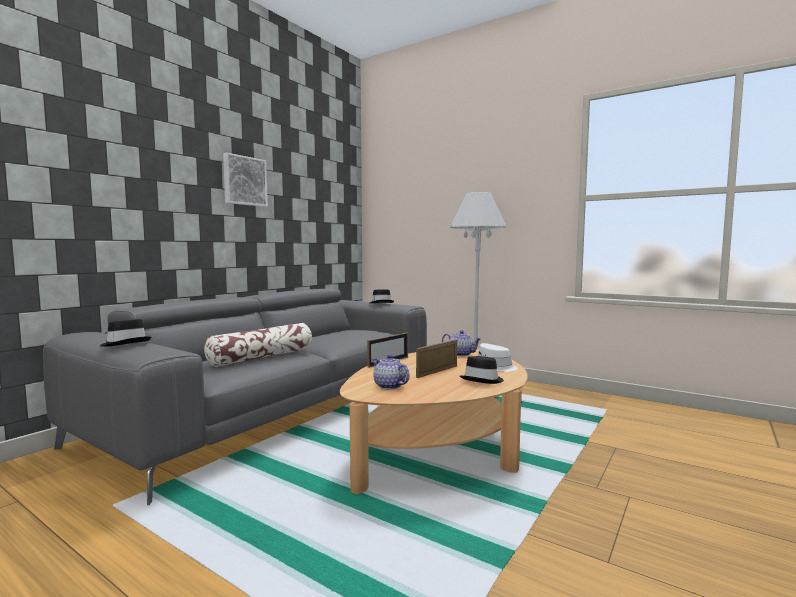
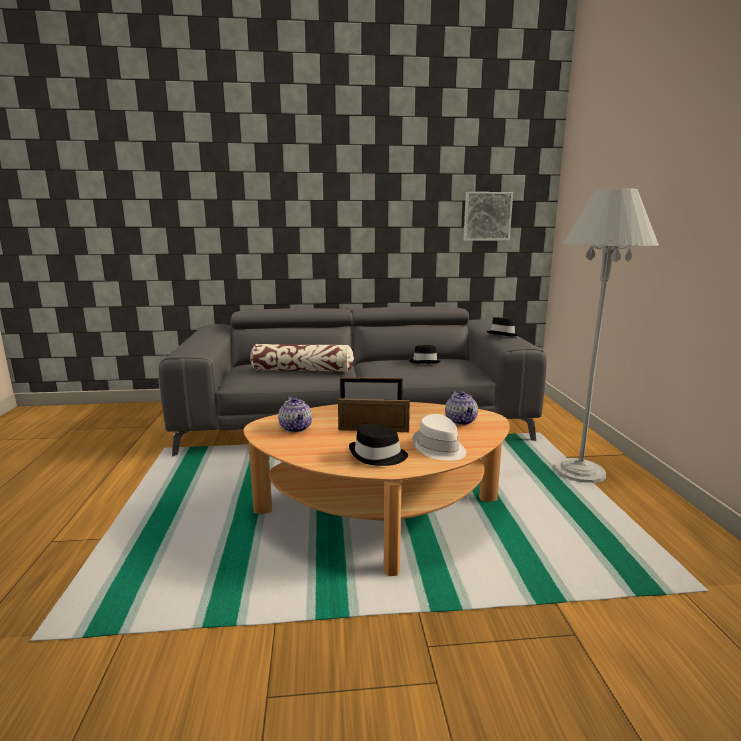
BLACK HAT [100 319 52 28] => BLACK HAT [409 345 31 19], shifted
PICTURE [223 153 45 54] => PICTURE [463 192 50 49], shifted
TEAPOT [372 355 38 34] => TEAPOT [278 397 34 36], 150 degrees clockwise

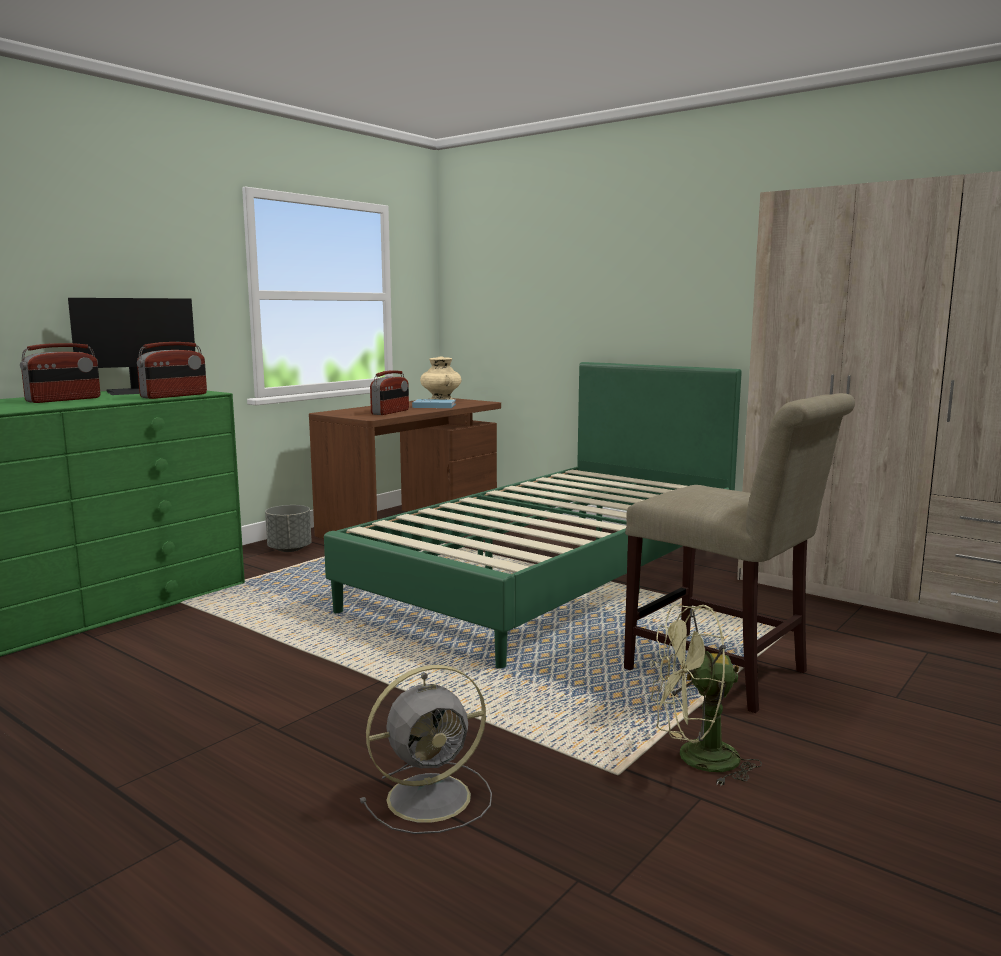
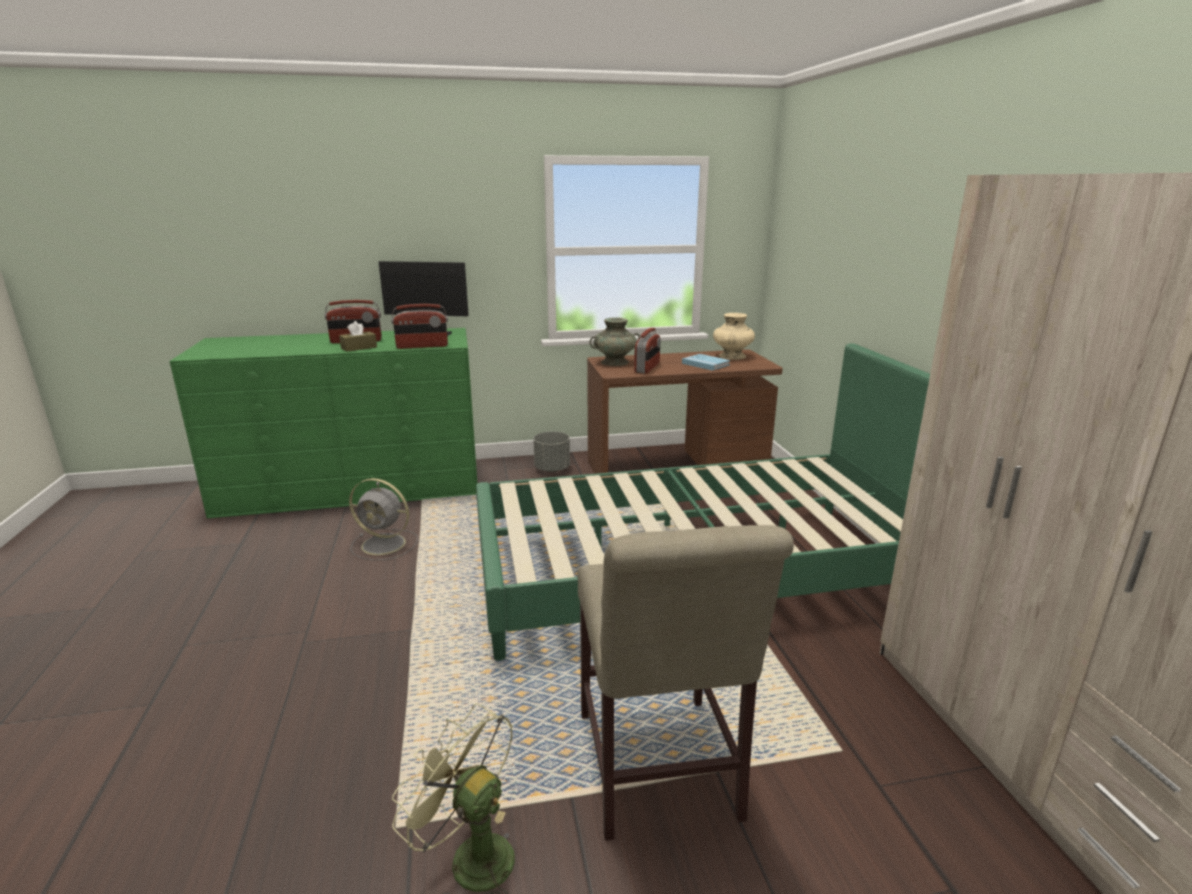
GREY FAN [360 665 132 169] => GREY FAN [349 478 69 82], shifted
RADIO [370 370 39 45] => RADIO [634 328 27 46], 45 degrees counterclockwise
nothing => BROWN TISSUE BOX [339 321 38 31]
nothing => TURQUOISE VASE [590 317 50 49]

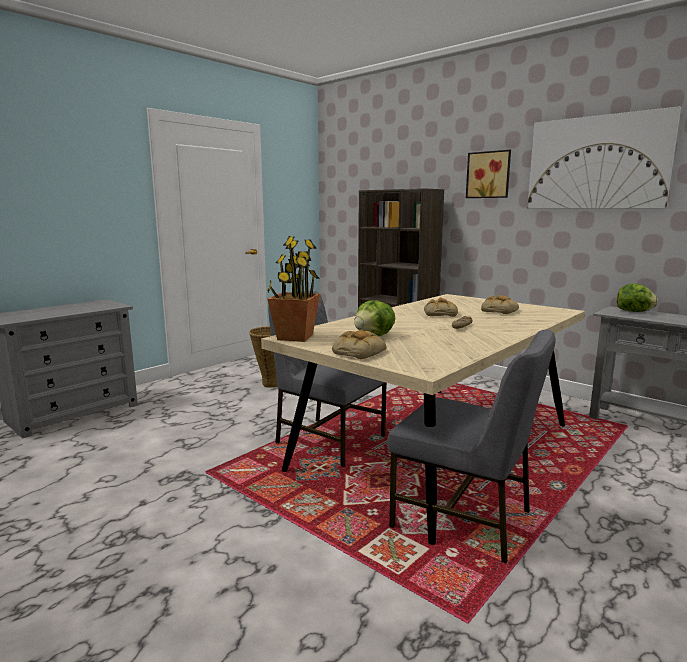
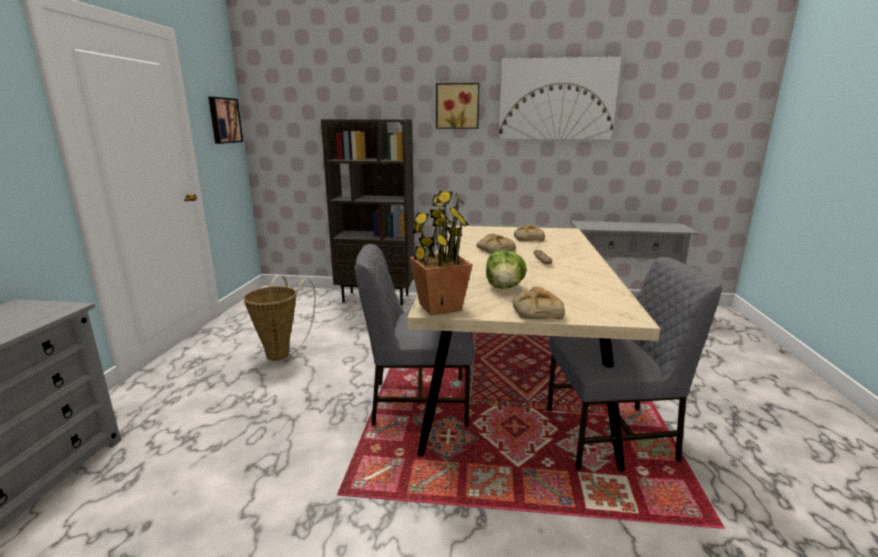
LETTUCE [617 284 41 28] => nothing
nothing => PICTURE [208 97 35 47]

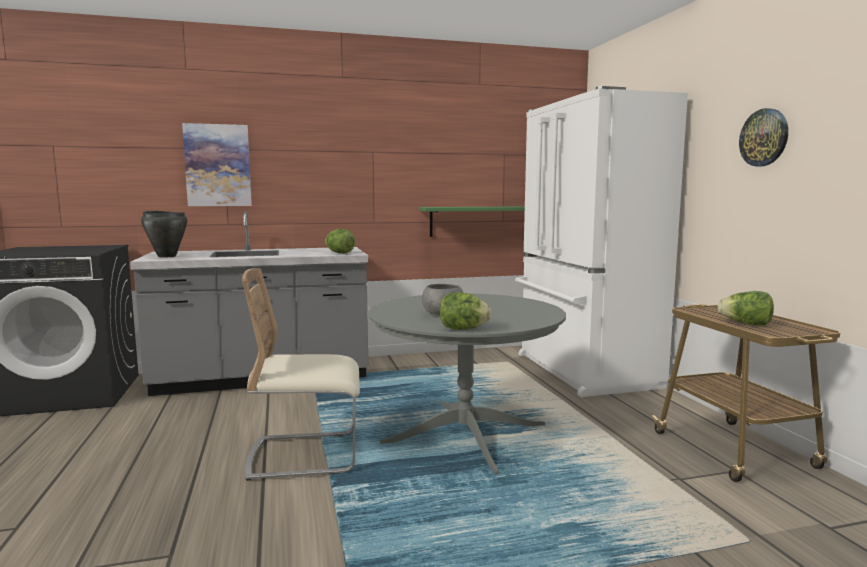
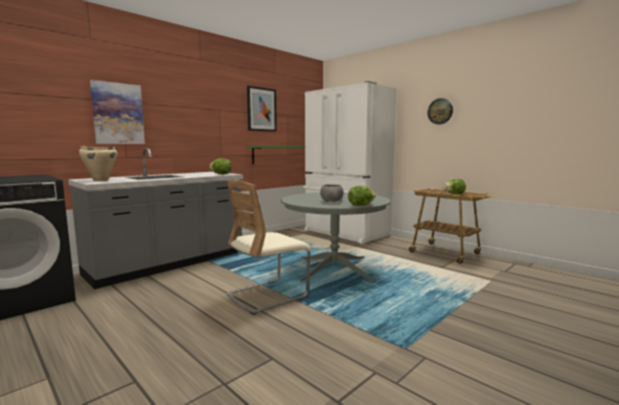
BLACK COOKING POT [141 210 46 47] => BEIGE COOKING POT [79 146 38 36]
nothing => PICTURE [247 86 30 46]

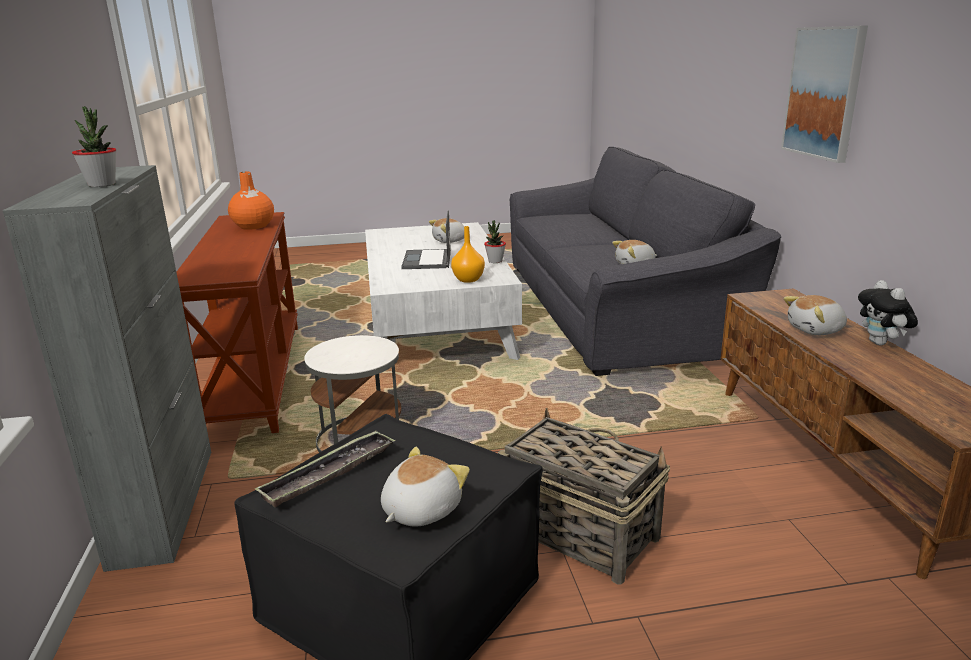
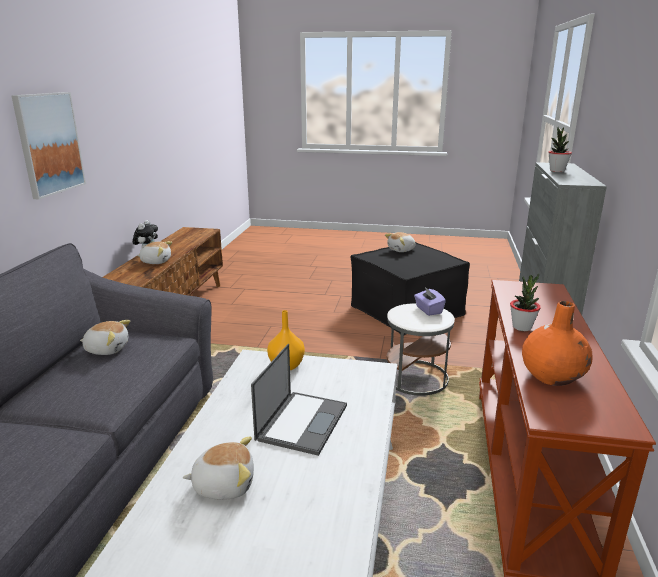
TRAY [255 430 140 77] => nothing
POTTED PLANT [484 220 22 43] => POTTED PLANT [510 273 31 58], shifted
BASKET [498 408 172 176] => nothing
nothing => PURPLE TISSUE BOX [414 287 32 29]

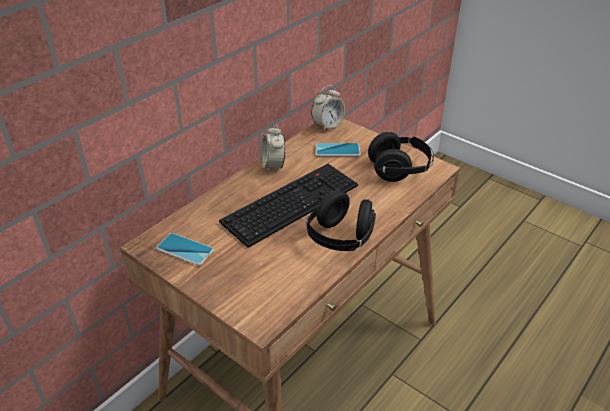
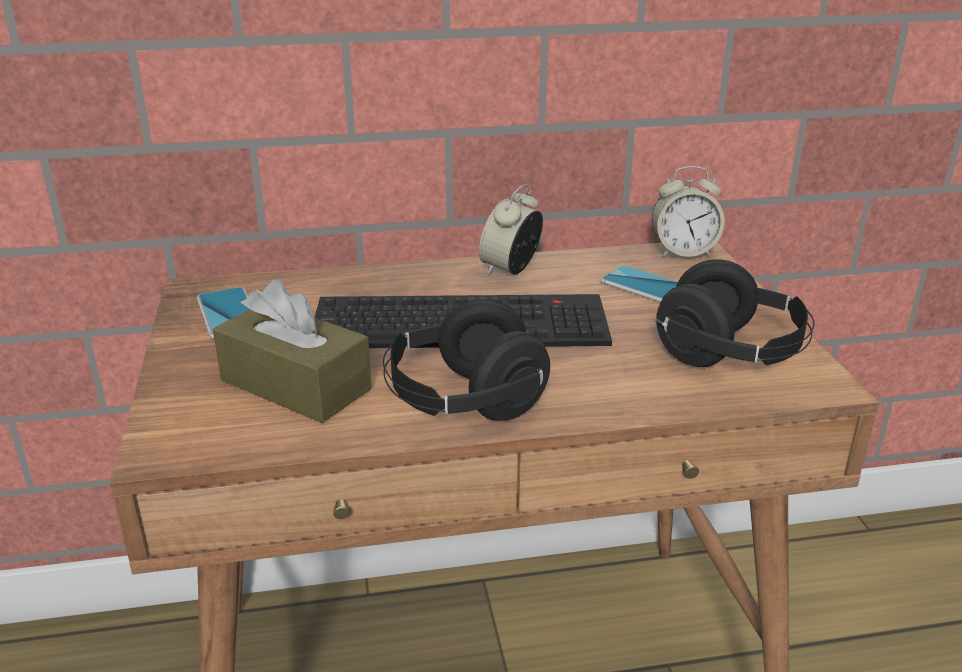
nothing => BROWN TISSUE BOX [213 279 159 144]

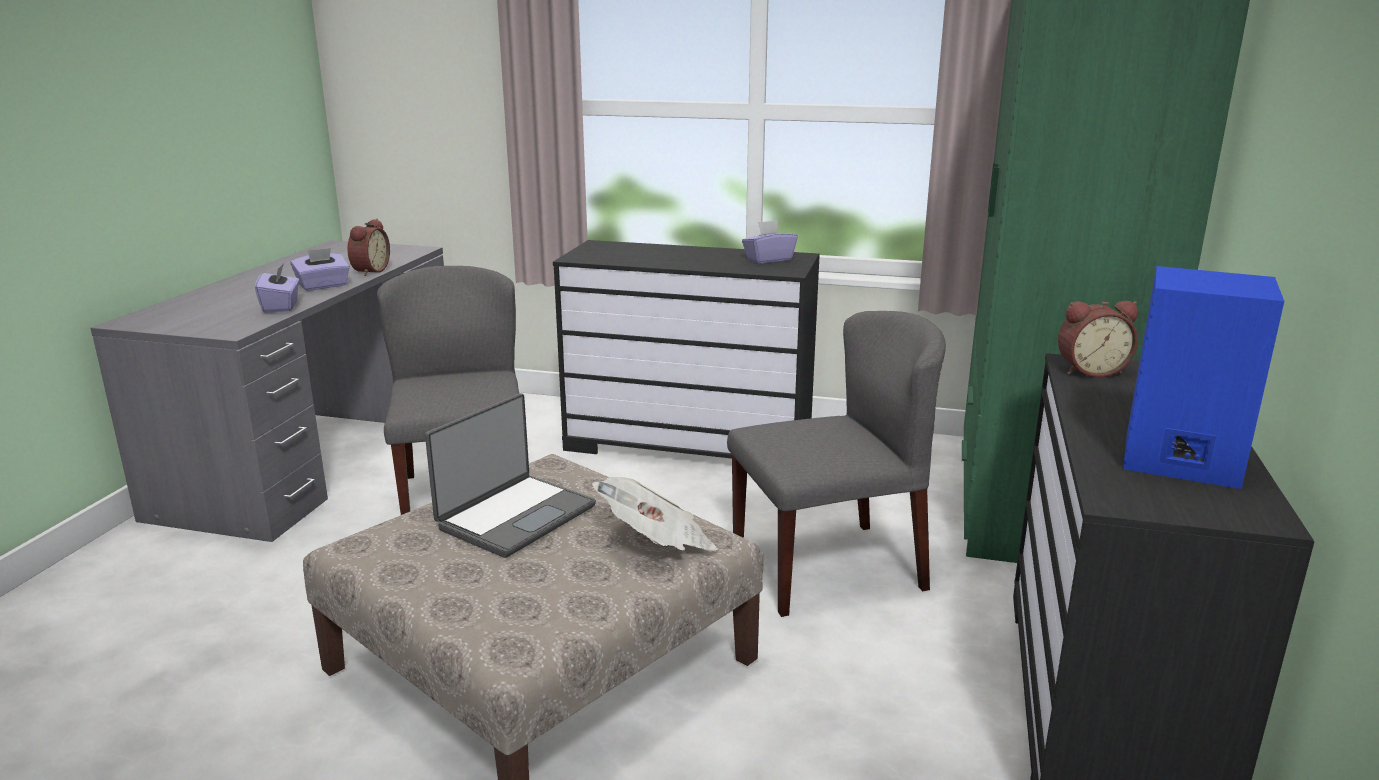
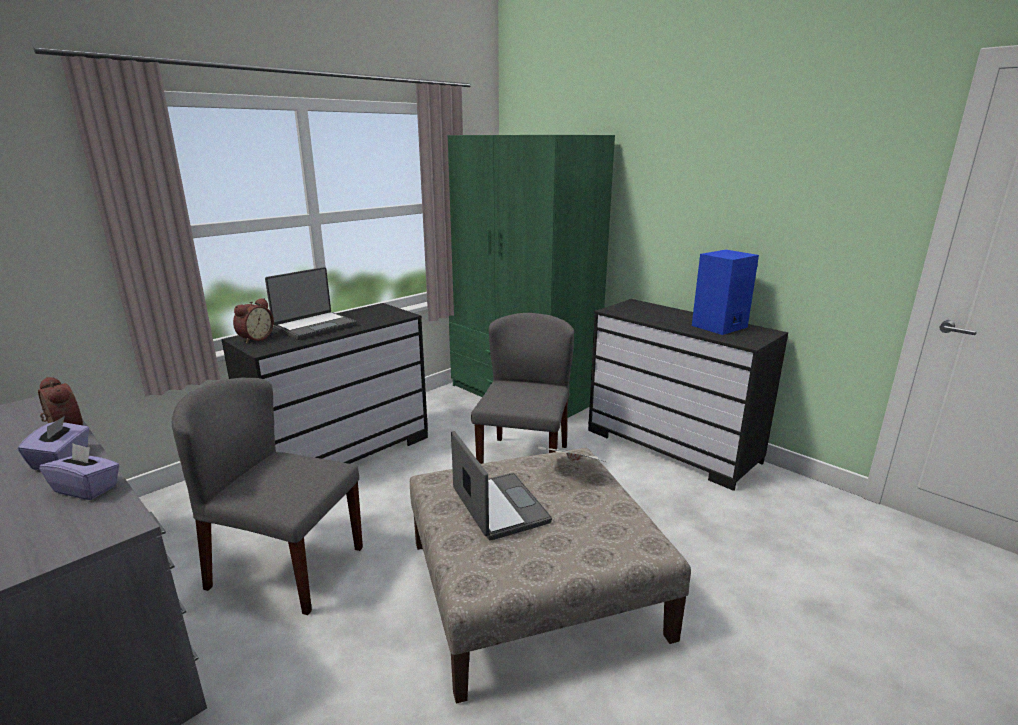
PURPLE TISSUE BOX [742 220 56 43] => nothing
ALARM CLOCK [1058 301 80 77] => ALARM CLOCK [233 298 41 45], shifted
nothing => LAPTOP [265 267 92 73]

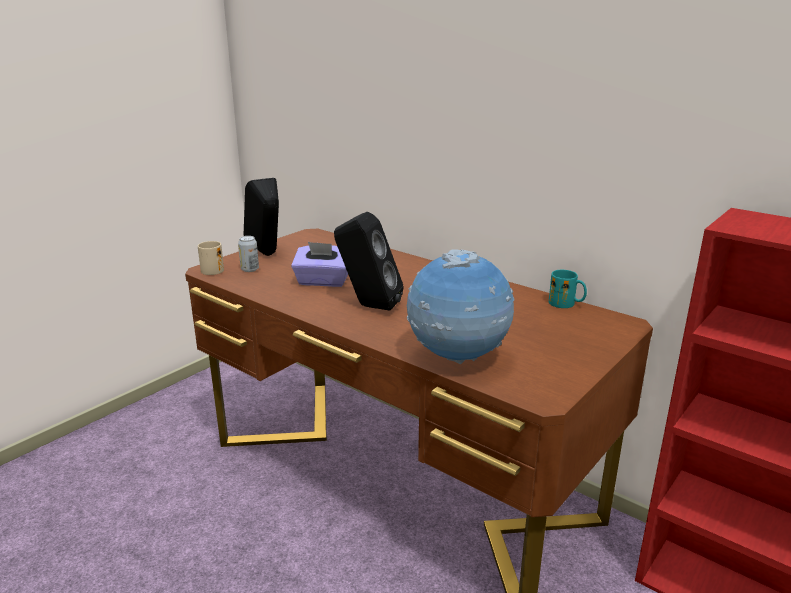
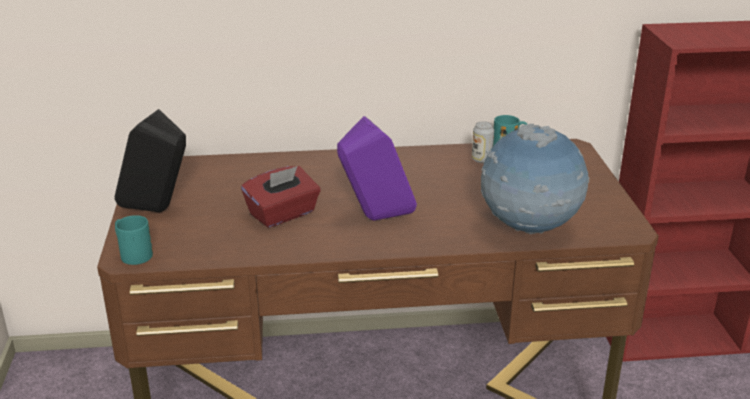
BEIGE MUG [198 241 26 34] => TURQUOISE MUG [115 215 38 50]
CAN [238 236 21 36] => CAN [472 121 22 42], shifted
PURPLE TISSUE BOX [291 242 57 45] => RED TISSUE BOX [241 166 80 62]
BLACK SPEAKER [334 212 69 99] => PURPLE SPEAKER [337 116 80 105]

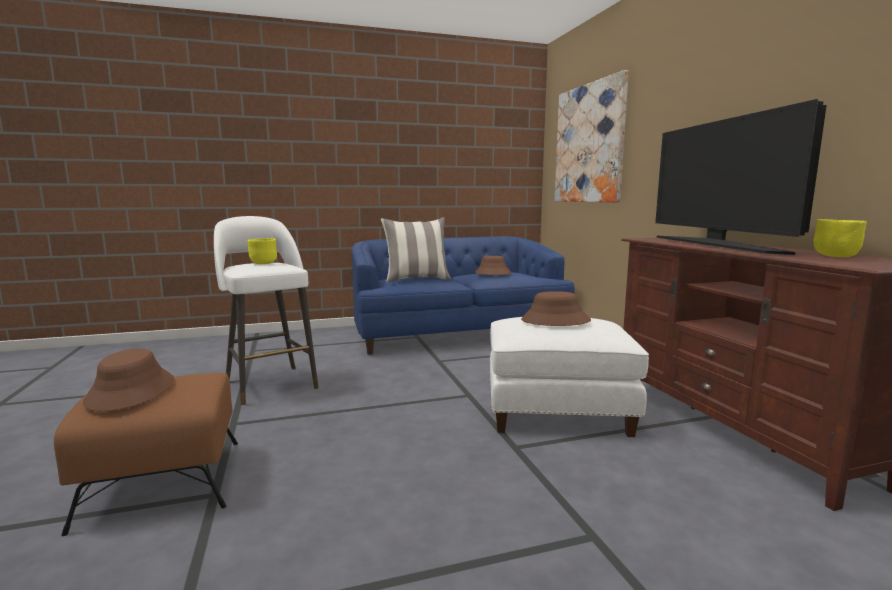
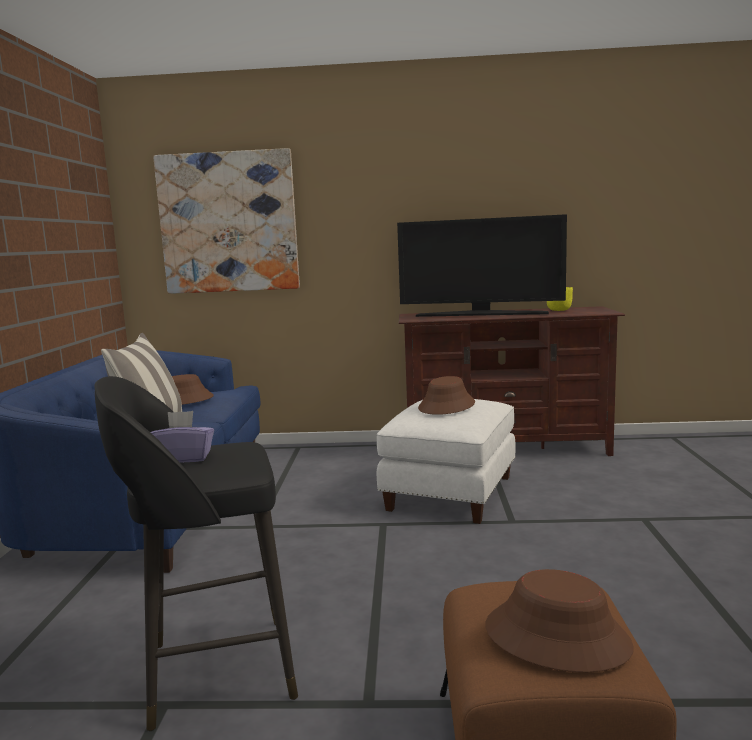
WHITE STOOL [214 216 105 190] => BLACK STOOL [95 376 203 355]
YELLOW BOWL [247 238 30 26] => PURPLE TISSUE BOX [150 411 64 52]

